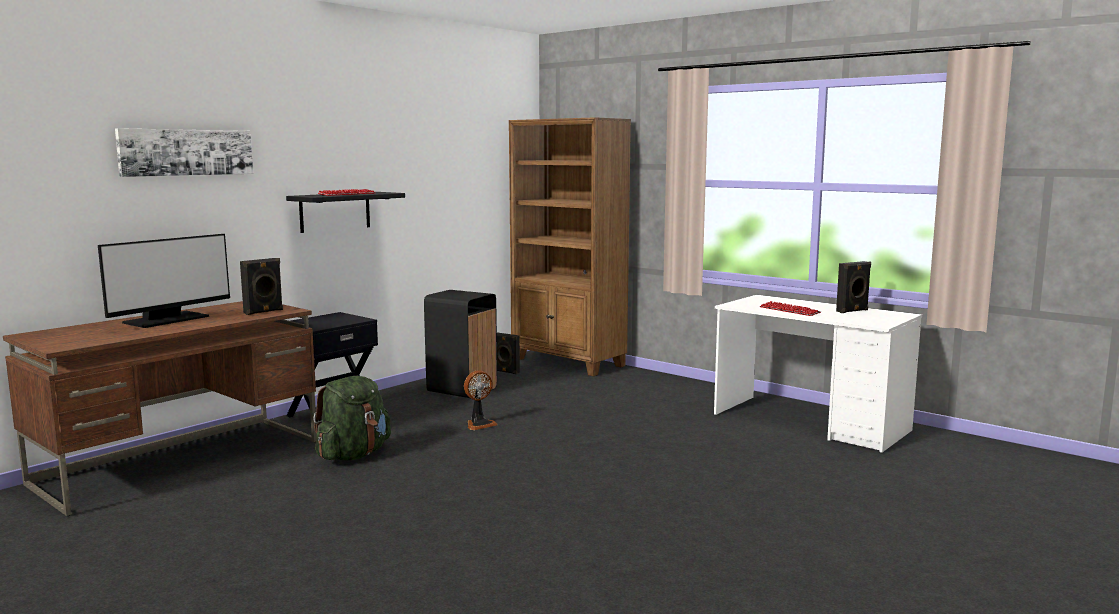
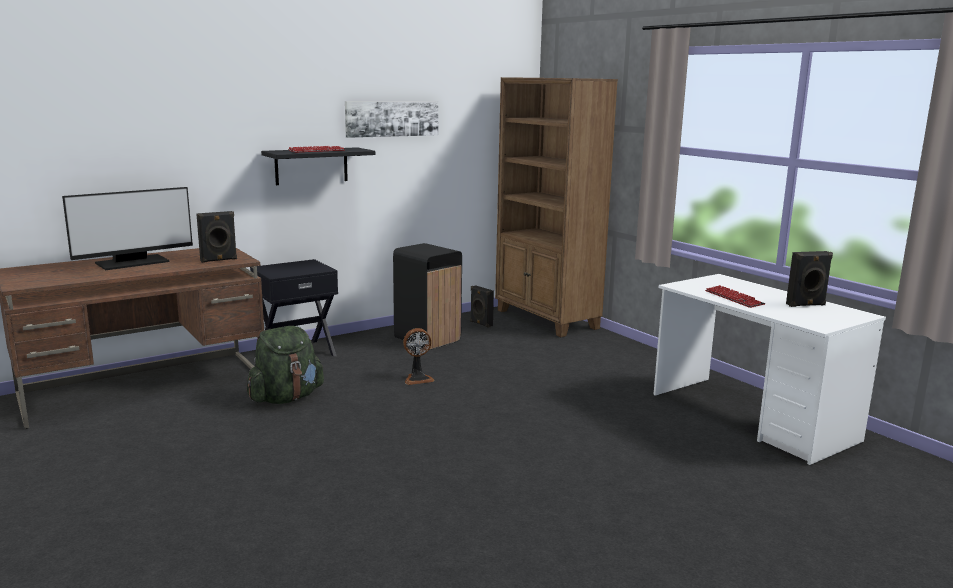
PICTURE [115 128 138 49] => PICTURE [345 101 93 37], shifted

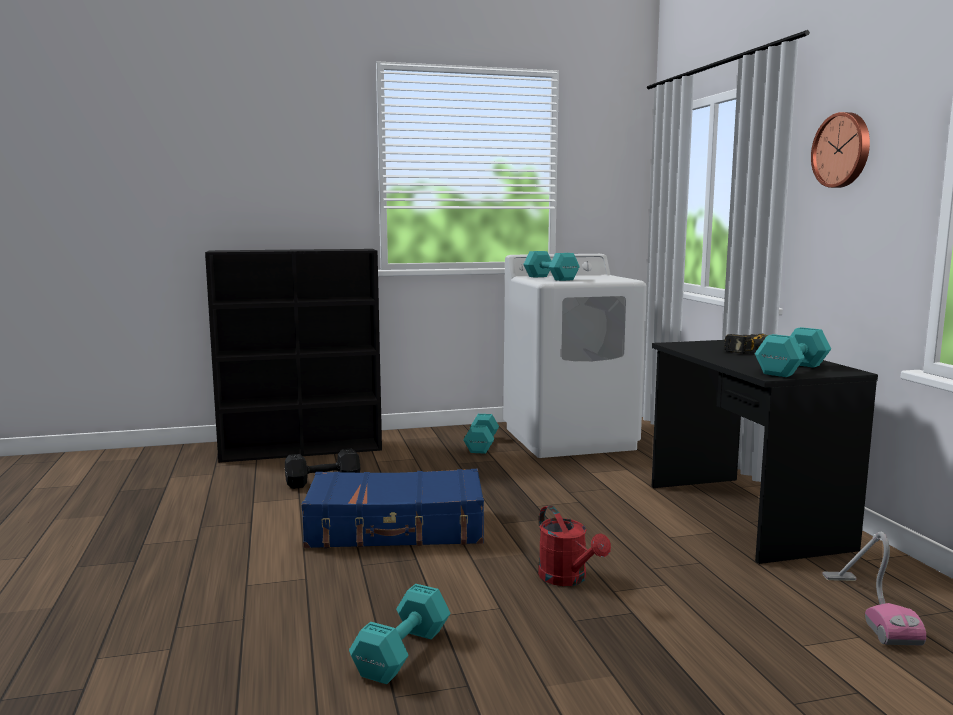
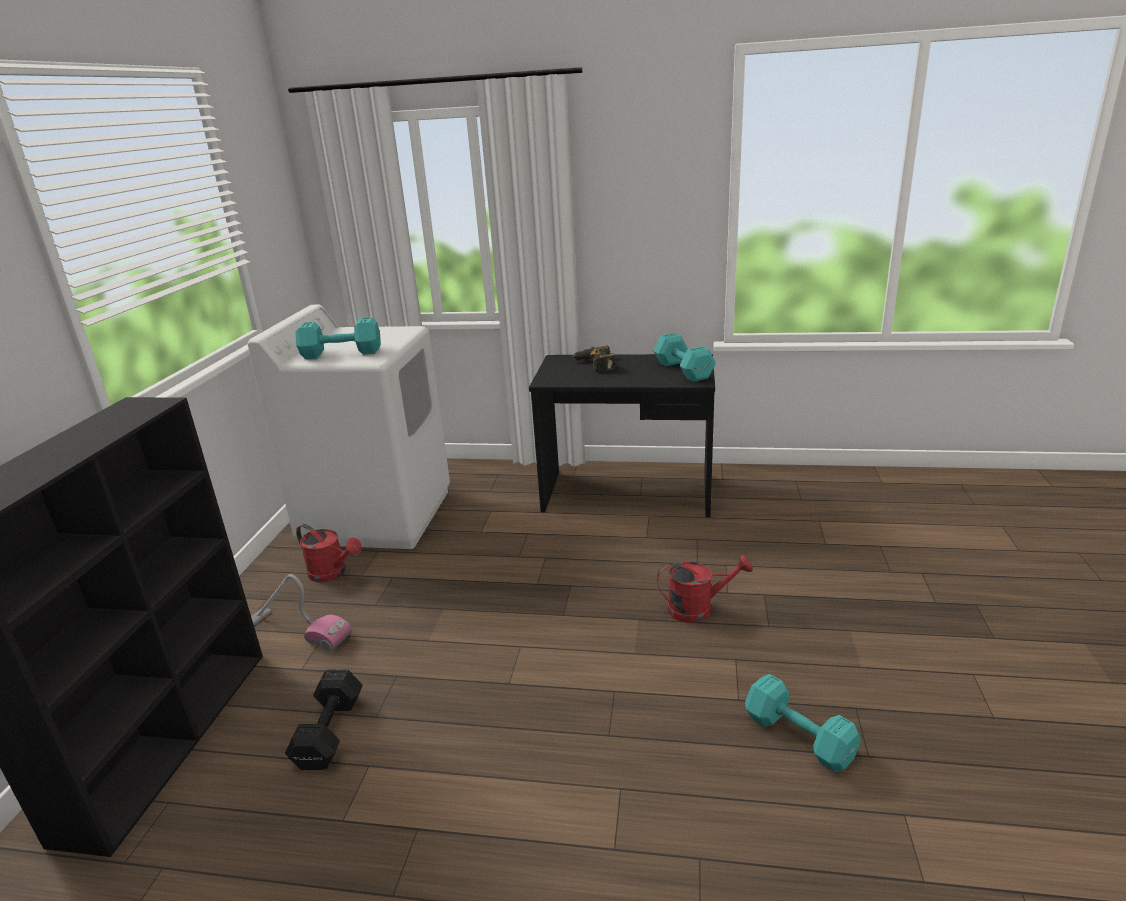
BLUE SUITCASE [301 469 183 79] => nothing
TURQUOISE DUMBBELL [464 414 35 40] => RED WATERING CAN [296 524 66 58]
WALL CLOCK [811 112 59 76] => nothing
VACUUM CLEANER [823 532 103 114] => VACUUM CLEANER [251 574 101 77], shifted

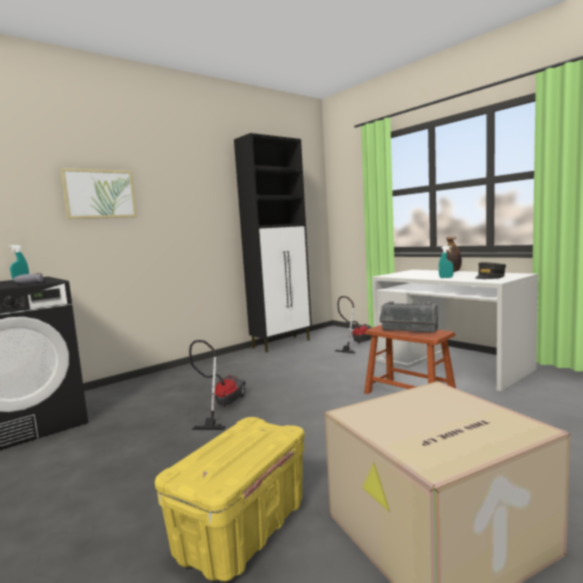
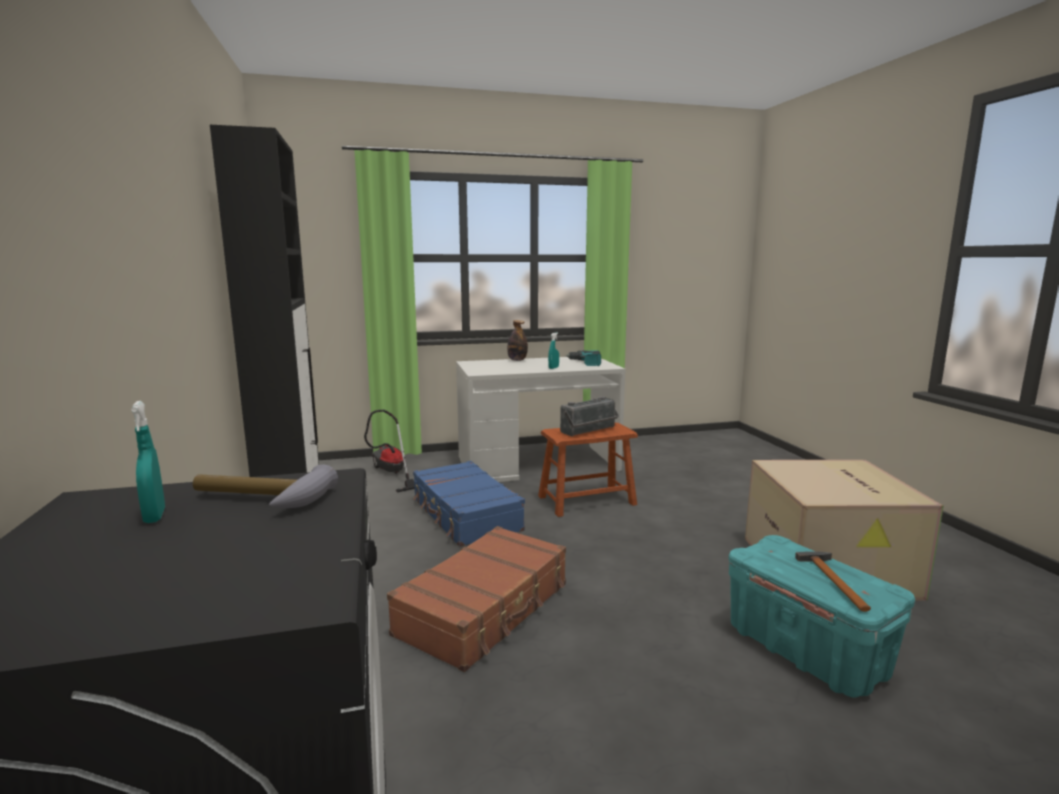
PICTURE [60 168 77 51] => nothing
YELLOW STORAGE BOX [155 417 150 164] => TURQUOISE STORAGE BOX [729 535 186 163]
VACUUM CLEANER [189 340 57 90] => BROWN SUITCASE [387 526 179 146]
GREY CAP [475 262 31 17] => POWER DRILL [565 350 36 16]
nothing => BLUE SUITCASE [413 461 112 86]
nothing => HAMMER [795 551 76 61]

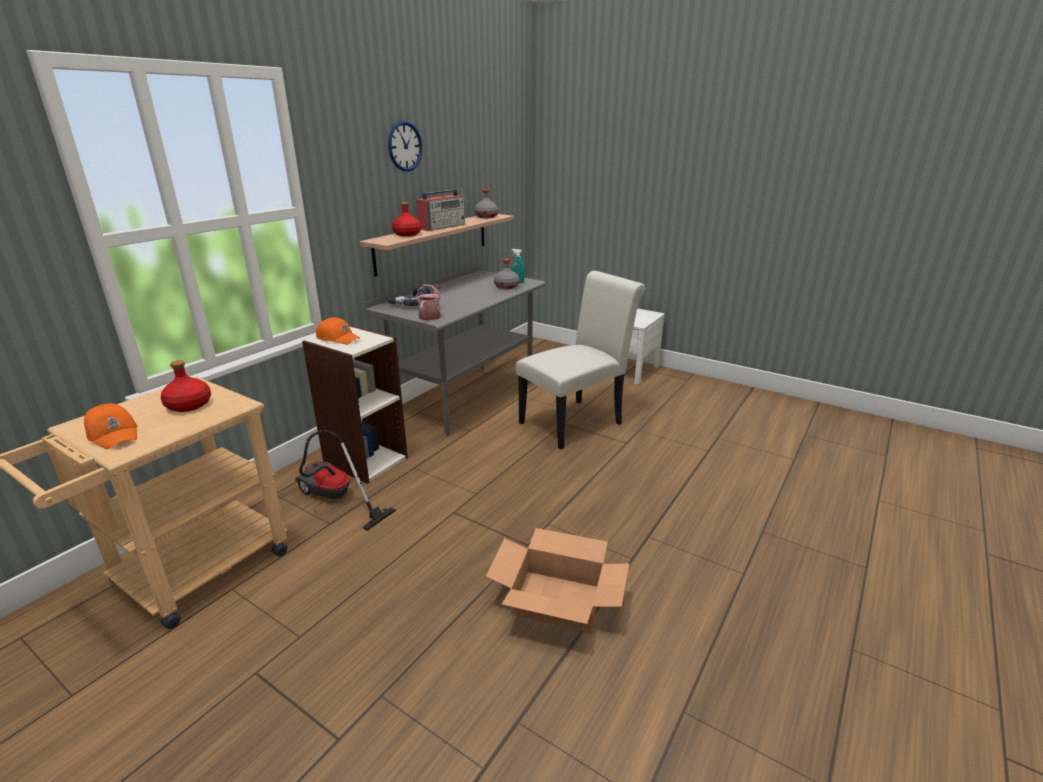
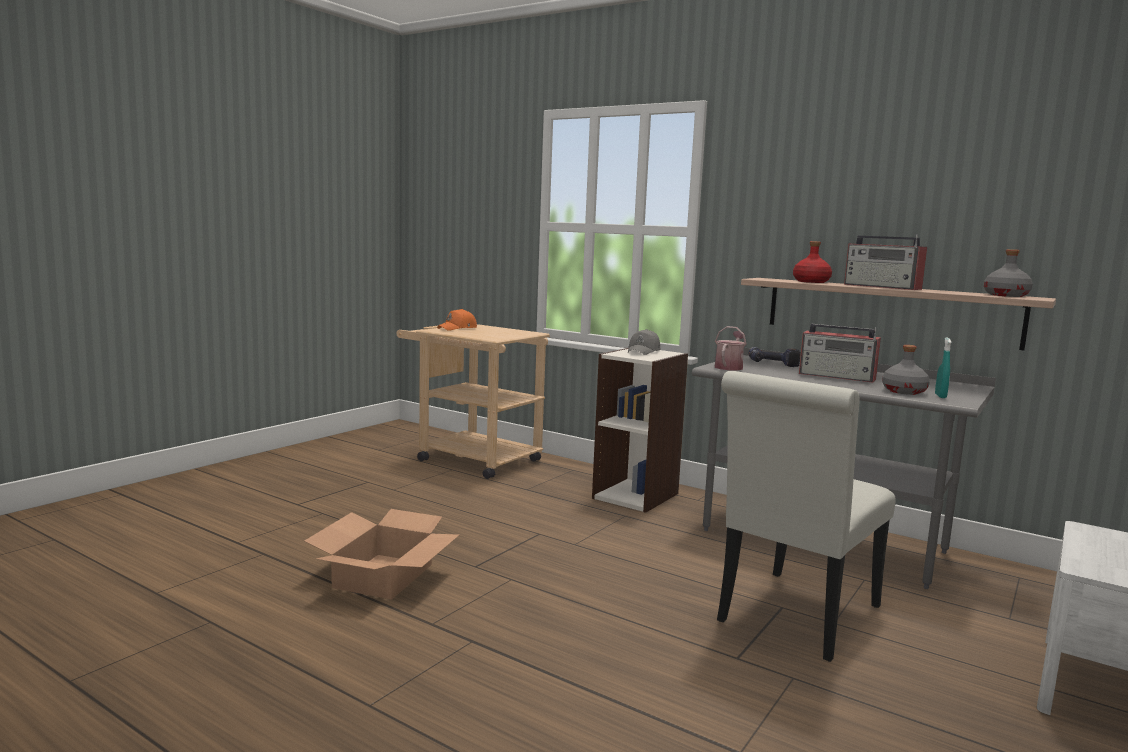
RED BOTTLE [161 360 50 52] => nothing
VACUUM CLEANER [295 430 102 101] => nothing
ORANGE CAP [316 317 44 28] => GREY CAP [628 329 33 26]
WALL CLOCK [388 121 34 51] => nothing
WATERING CAN [416 284 25 37] => WATERING CAN [715 326 31 44], 75 degrees counterclockwise
WHITE CHAIR [516 271 130 178] => WHITE CHAIR [717 371 179 291], 75 degrees clockwise
nothing => RADIO [799 324 82 59]

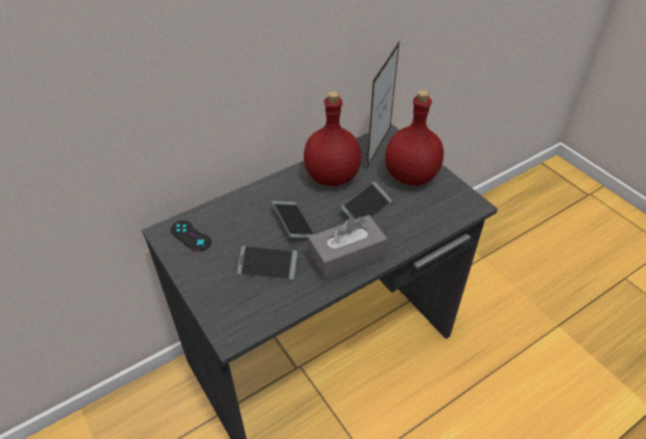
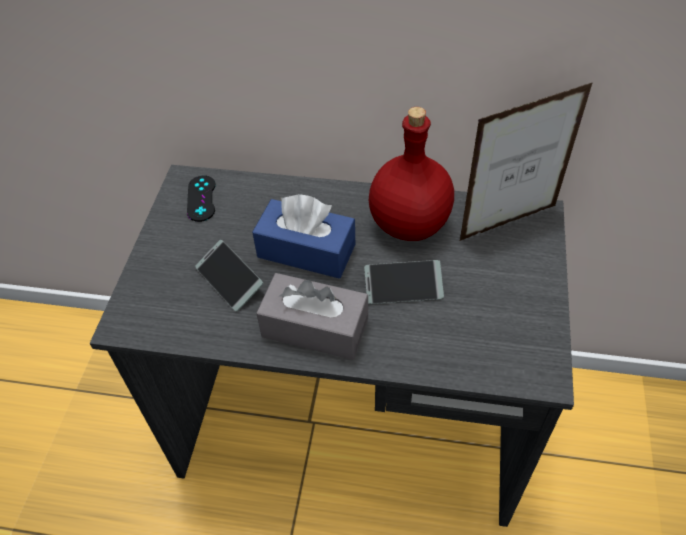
PHONE [272 201 42 37] => BLUE TISSUE BOX [252 194 103 85]
RED BOTTLE [385 90 59 96] => nothing

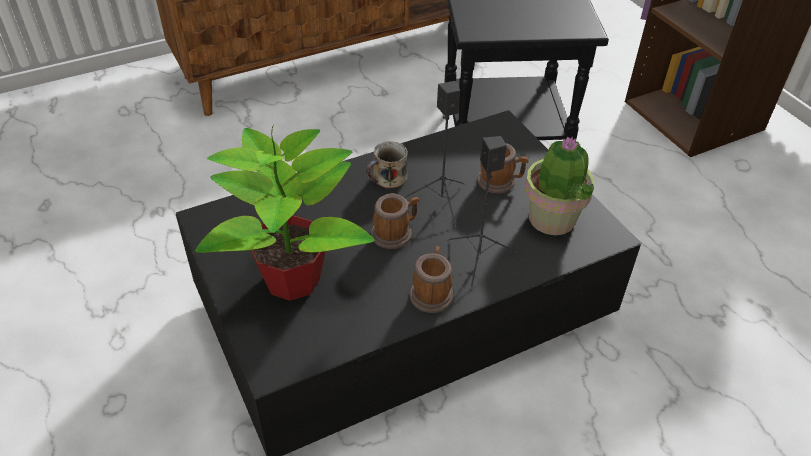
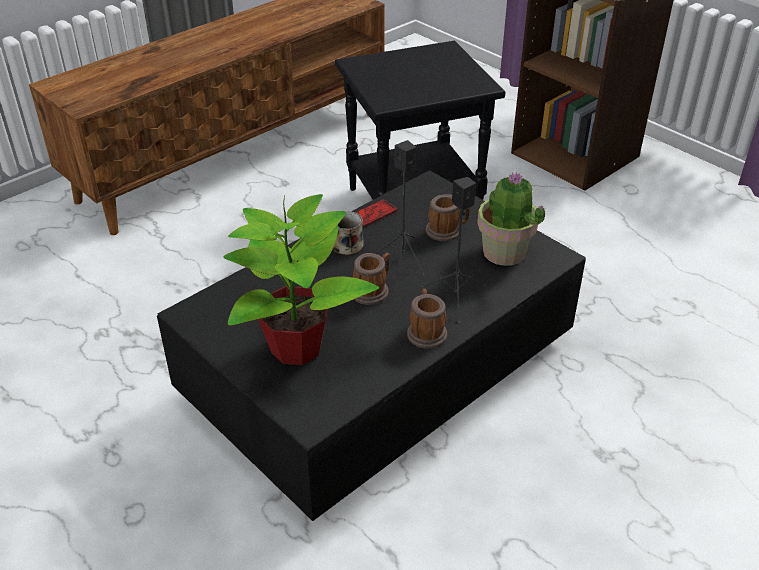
nothing => PHONE [355 199 43 28]

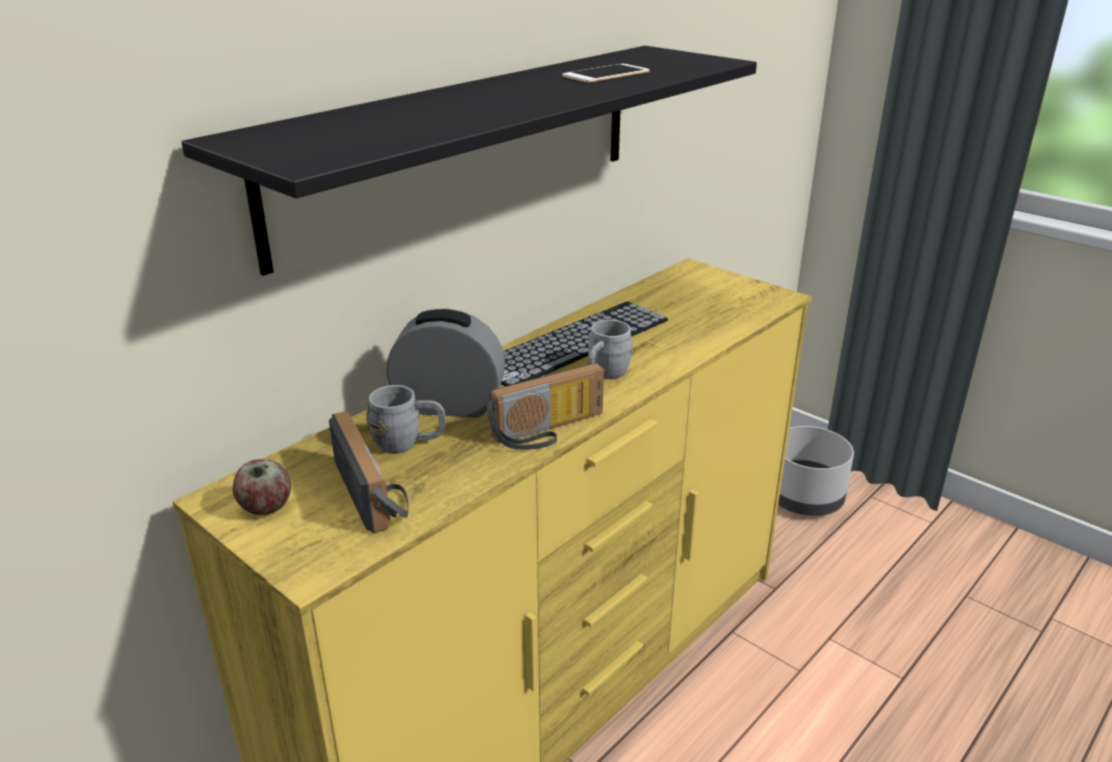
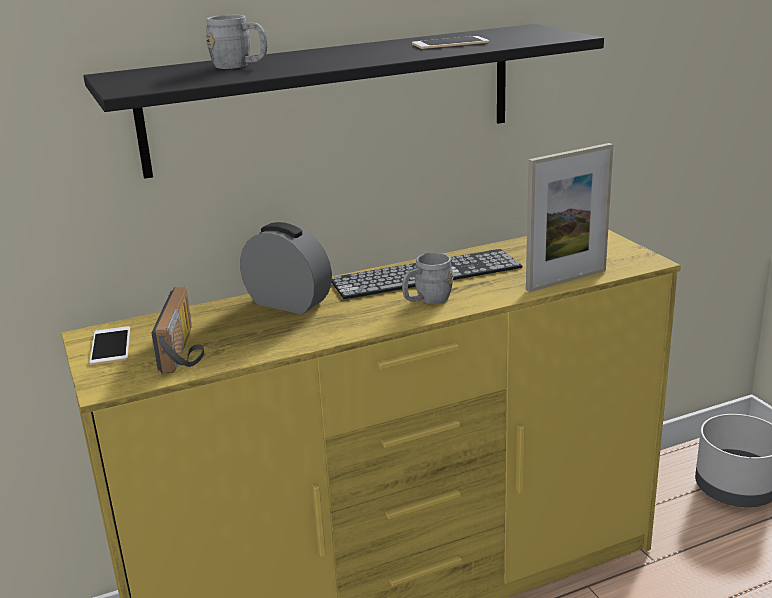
APPLE [233 459 58 56] => PHONE [89 326 41 39]
GREY MUG [366 385 80 69] => GREY MUG [206 15 61 54], shifted
RADIO [487 363 117 87] => nothing
nothing => PICTURE FRAME [526 143 87 149]

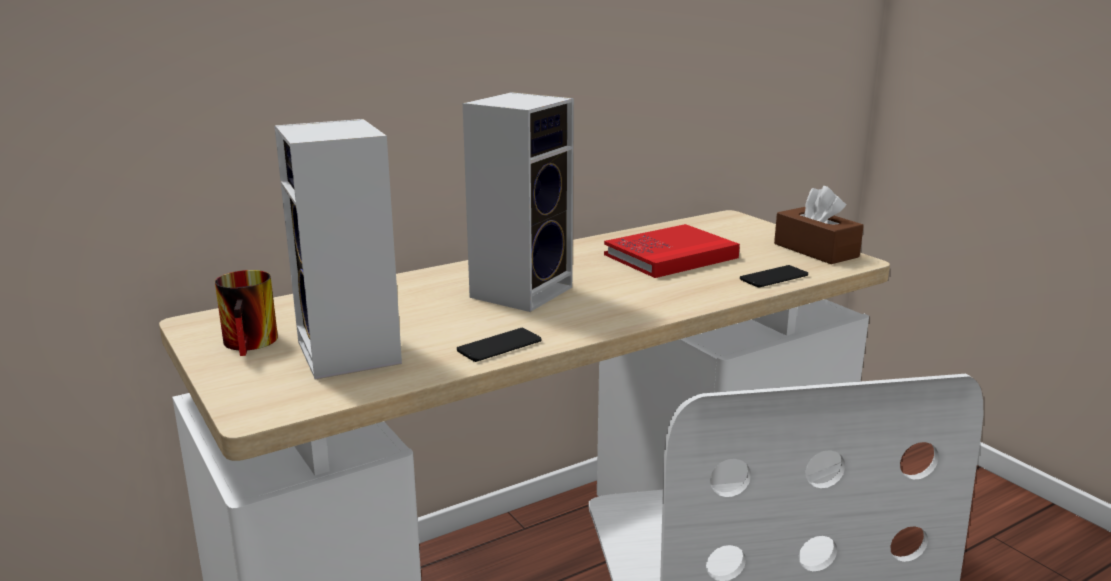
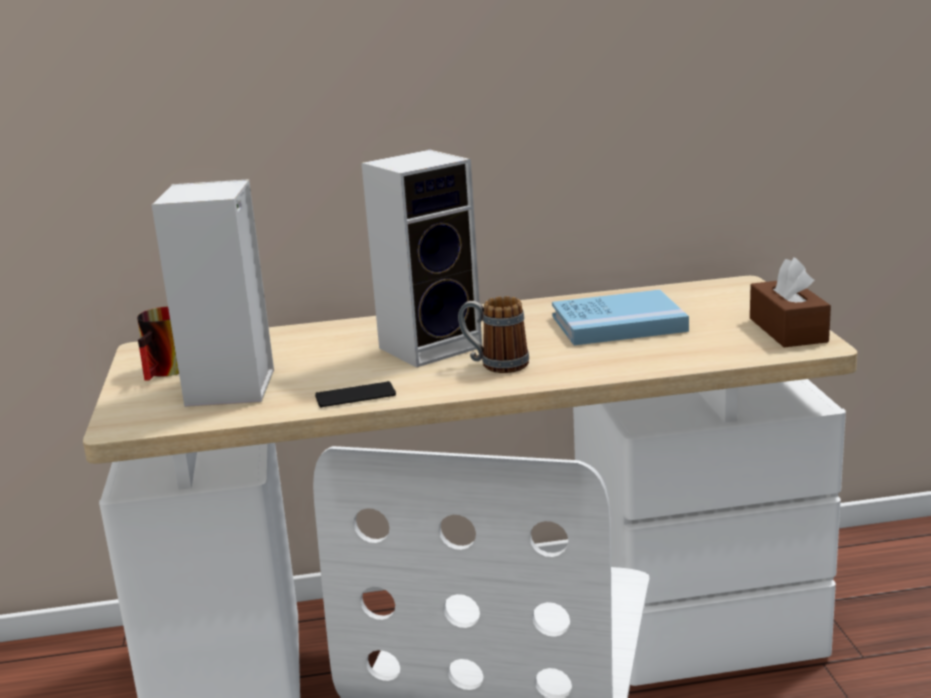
RED BOOK [604 224 136 54] => BLUE BOOK [552 290 137 55]
PHONE [740 265 68 22] => nothing
nothing => MUG [458 296 71 77]

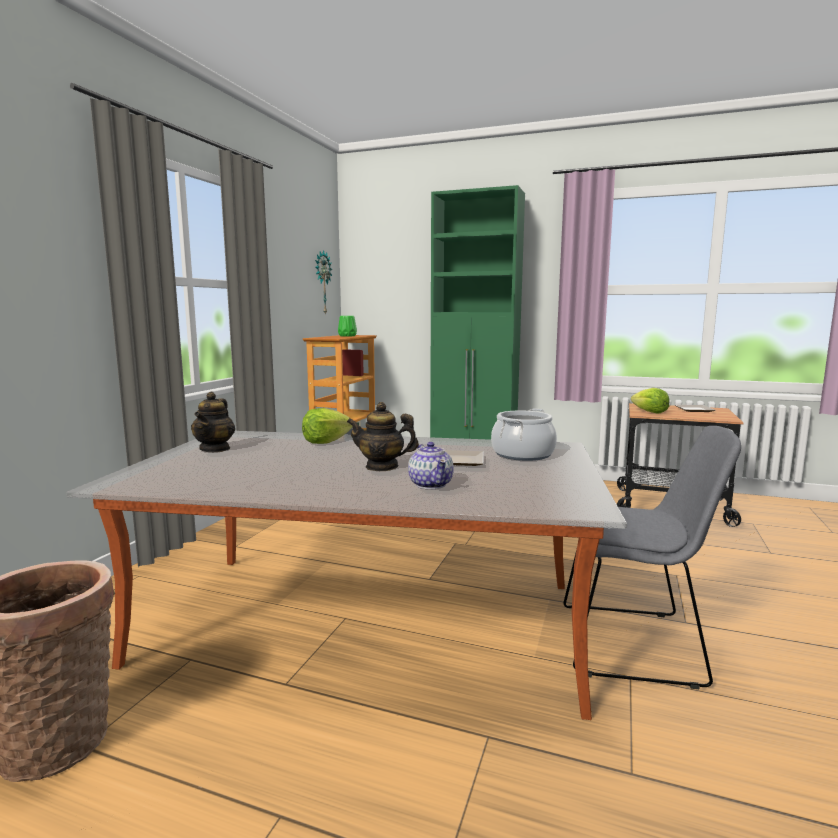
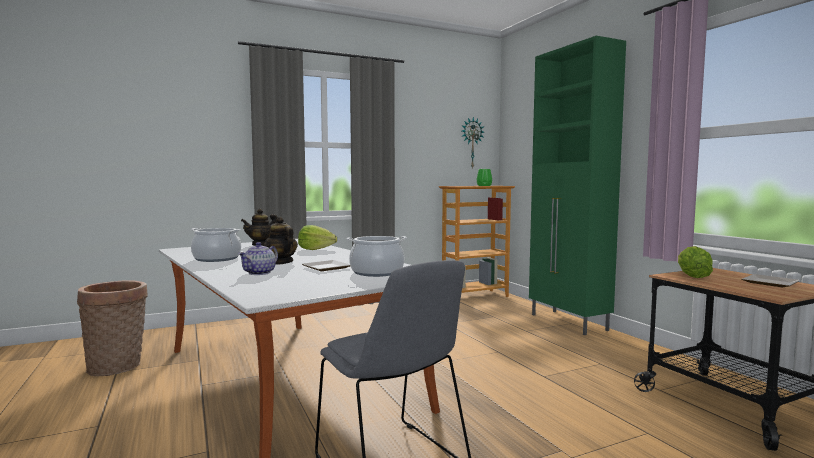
nothing => COOKING POT [191 228 50 34]

